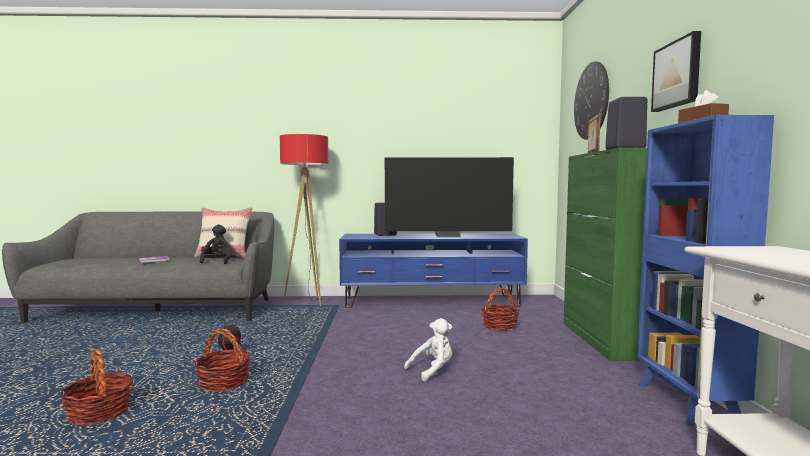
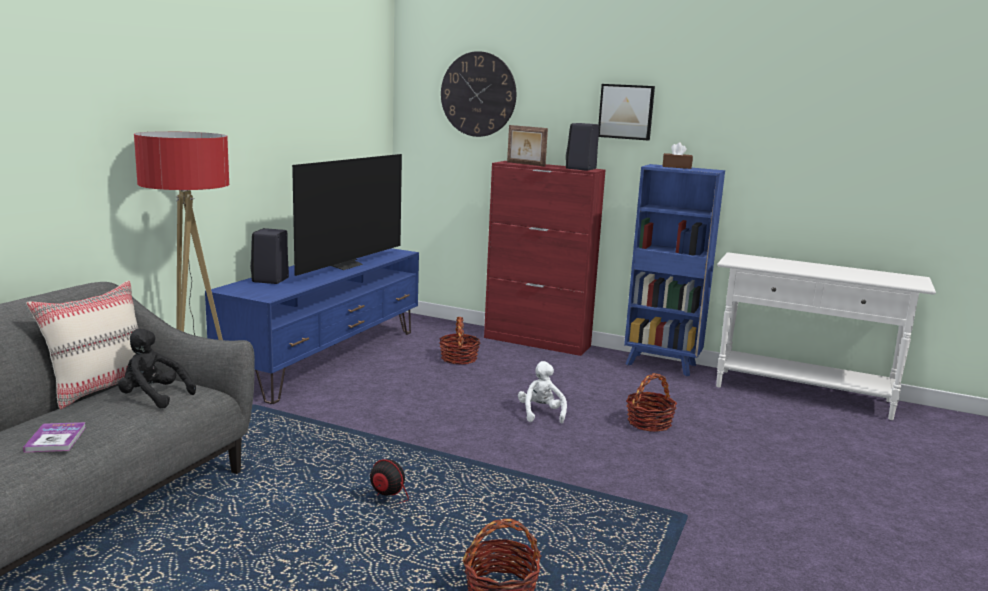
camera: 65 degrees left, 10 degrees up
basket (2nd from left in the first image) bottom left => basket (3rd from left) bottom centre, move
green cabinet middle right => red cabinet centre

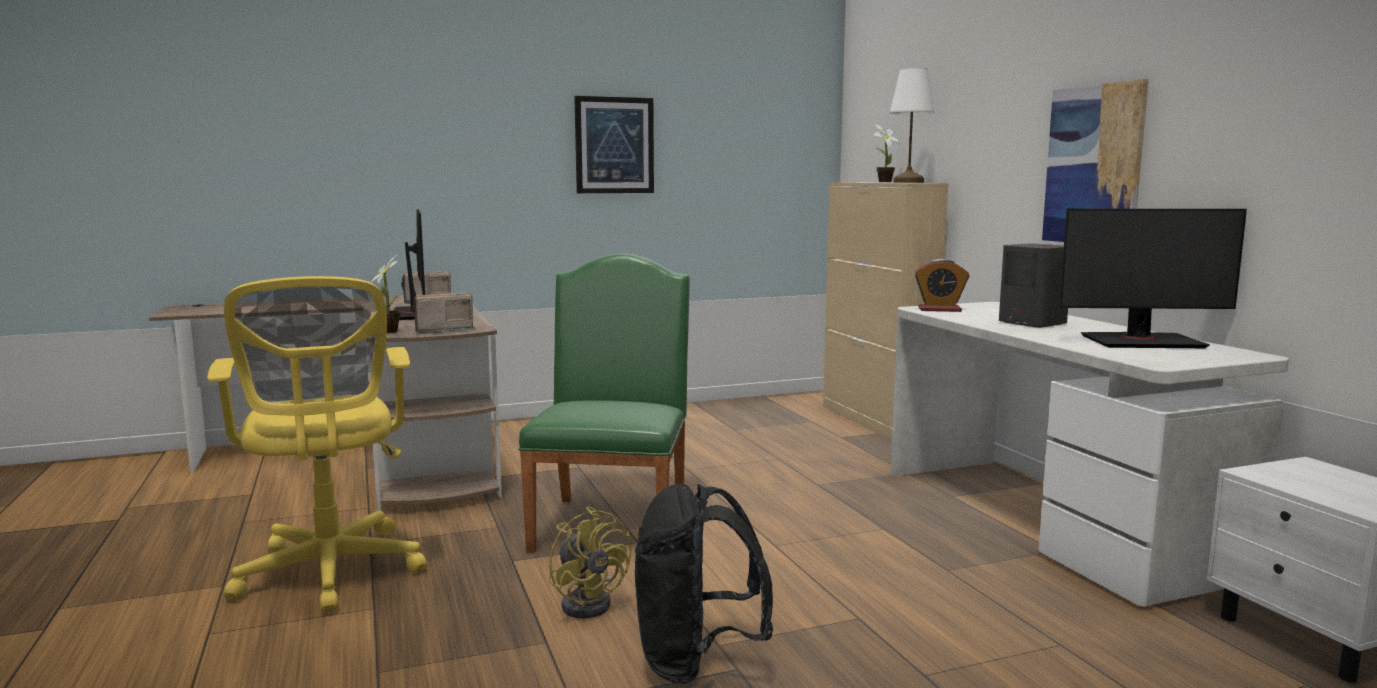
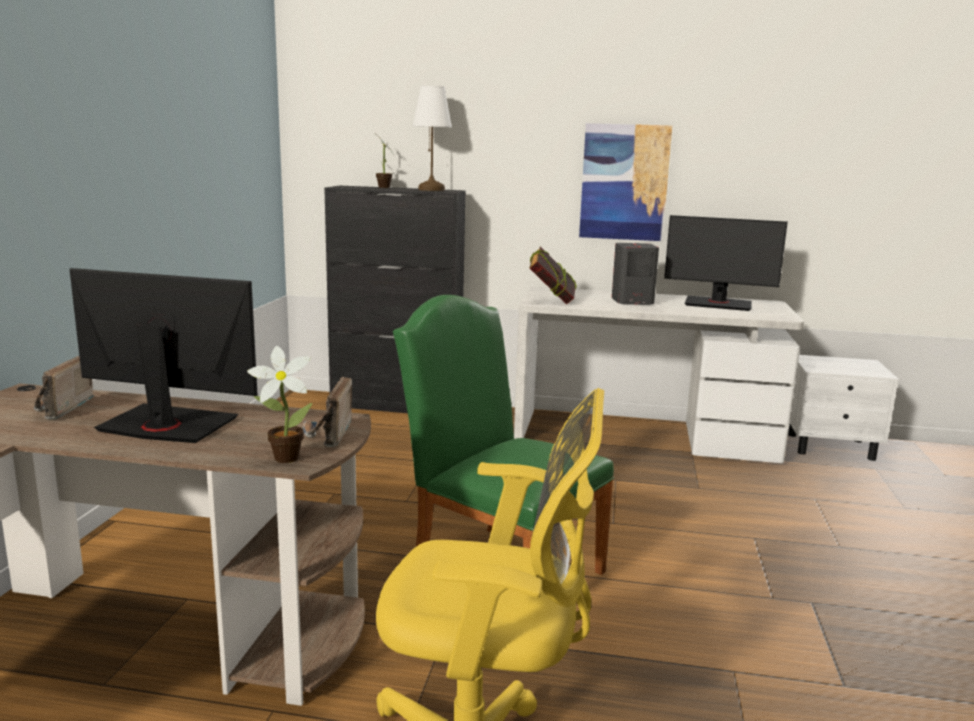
camera: 60 degrees left, 5 degrees up
yellow fan bottom centre => nothing
picture (1st from left) top centre => nothing
black backpack bottom centre => nothing
alarm clock middle right => book centre
beige cabinet centre => black cabinet centre
monitor (2nd from left) middle right, 75 degrees clockwise

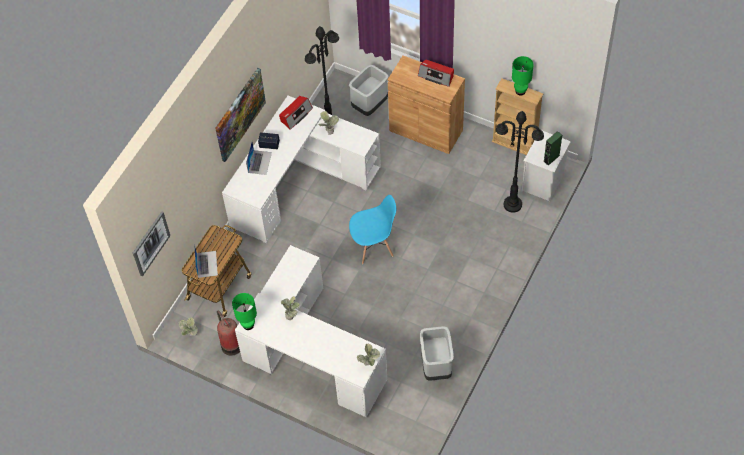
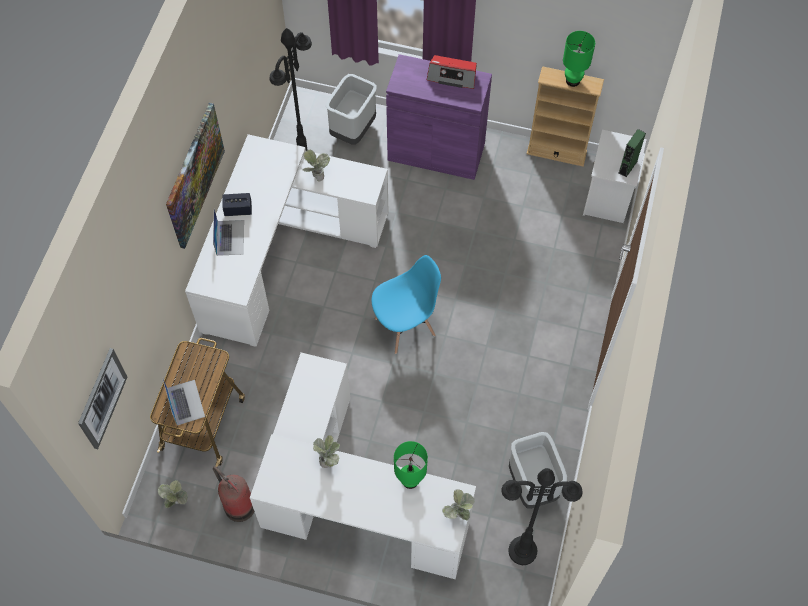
camera: 15 degrees left, 5 degrees up
radio (1st from left) top centre => nothing
green table lamp (1st from left) bottom left => green table lamp (1st from left) bottom centre, move
black floor lamp (2nd from left) middle right => black floor lamp (2nd from left) bottom right, move
brown cabinet top centre => purple cabinet top centre

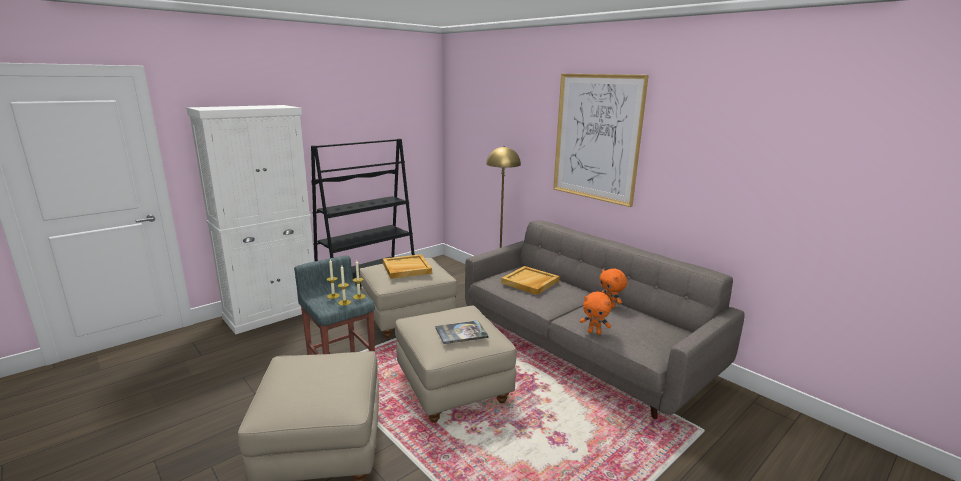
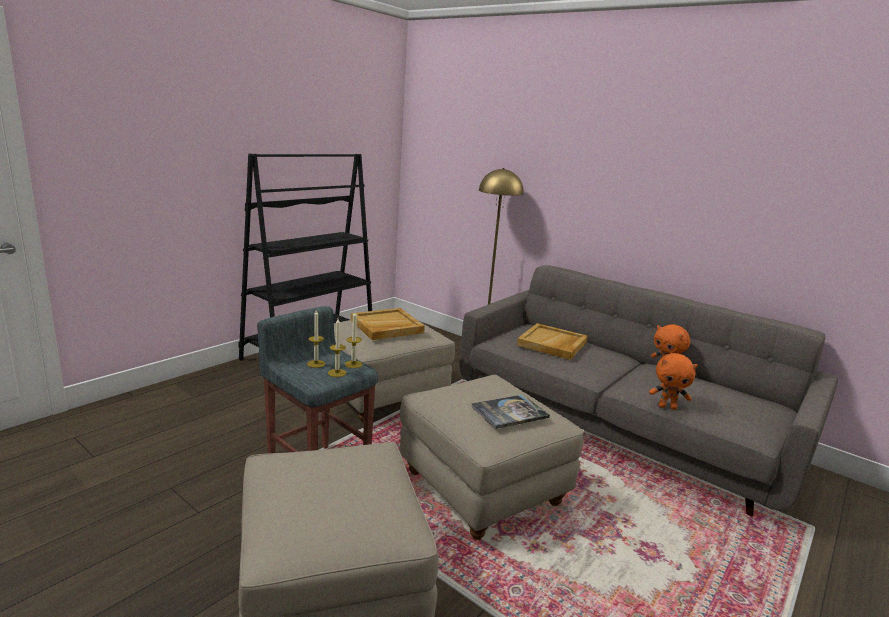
camera: 10 degrees left, 0 degrees up
white cabinet middle left => nothing
picture top centre => nothing

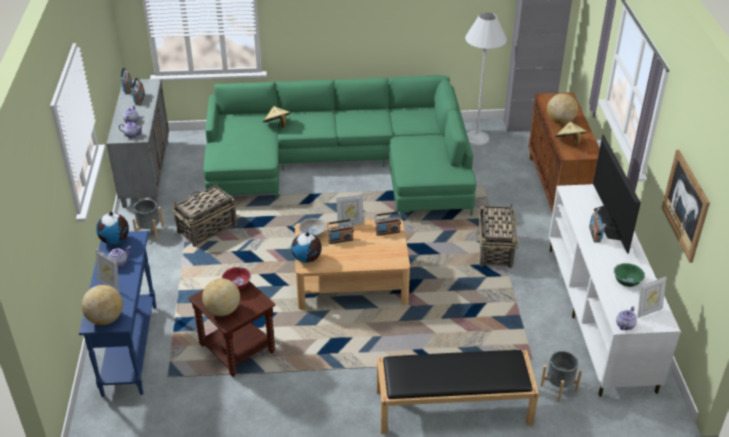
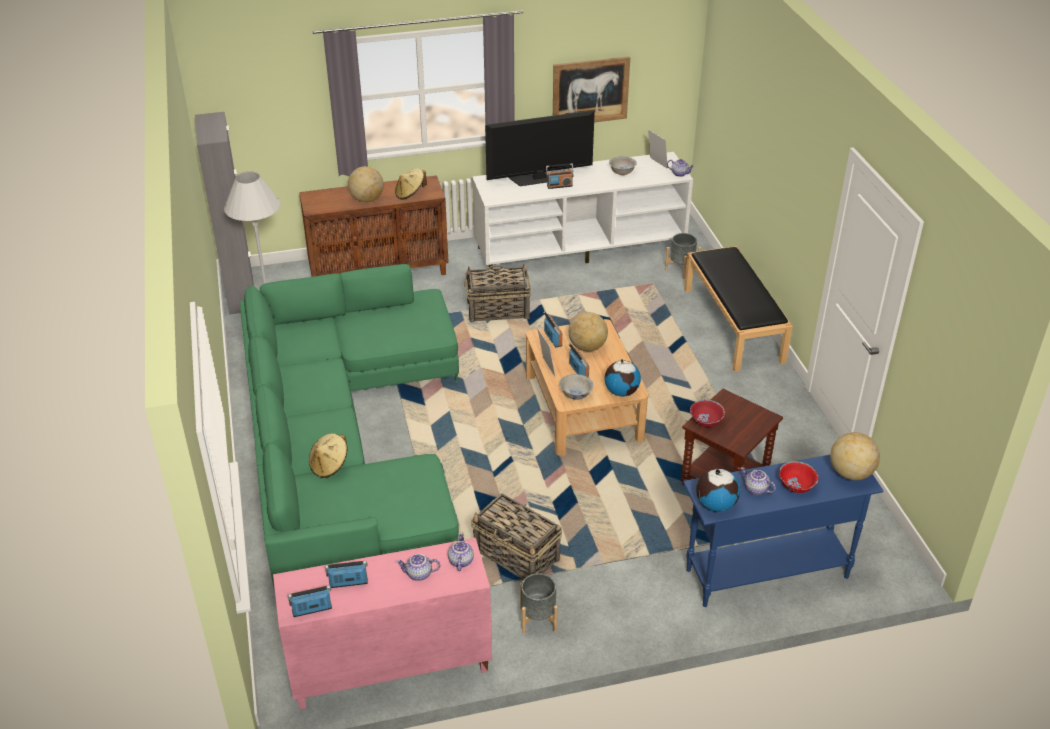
camera: 100 degrees left, 0 degrees up
globe (3rd from left in the first image) bottom left => globe (2nd from left) centre, move
picture frame (1st from left) middle left => red bowl (2nd from left) middle right
grey cabinet (1st from left) top left => pink cabinet bottom centre
green bowl middle right => white bowl (2nd from left) top centre

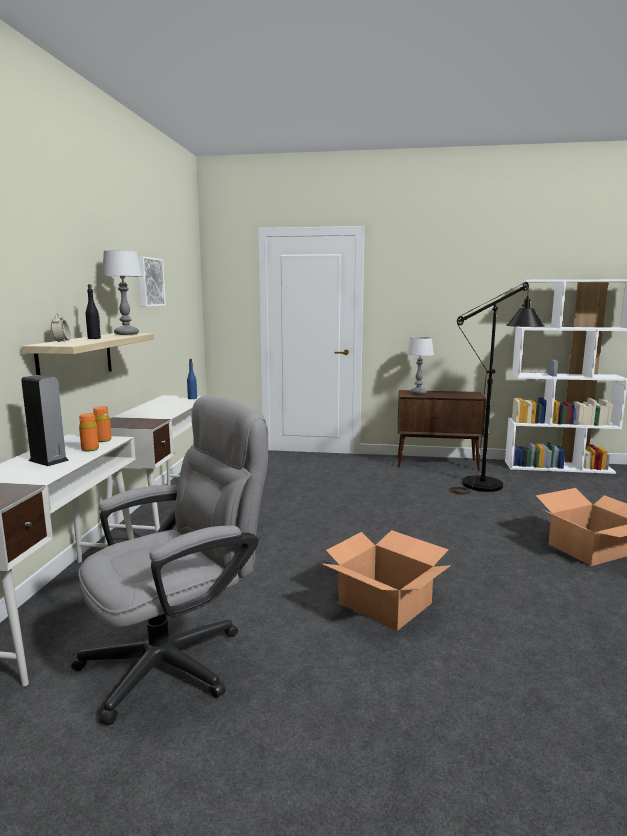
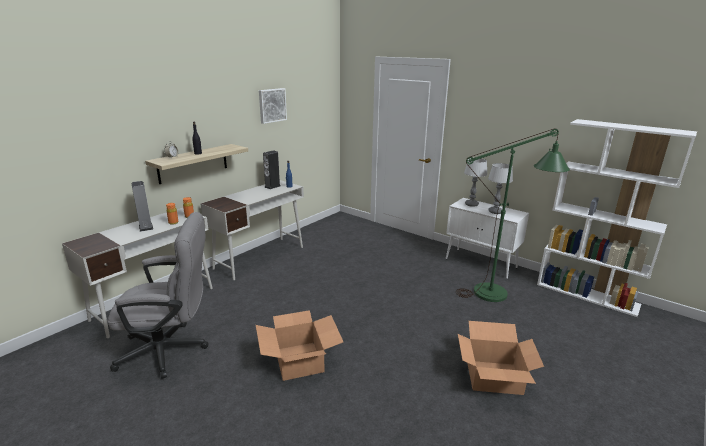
camera: 30 degrees right, 10 degrees up
nothing => speaker (2nd from left) centre
table lamp (1st from left in the first image) middle left => table lamp (2nd from left) middle right, move
brown cabinet middle right => white cabinet middle right
black floor lamp middle right => green floor lamp middle right

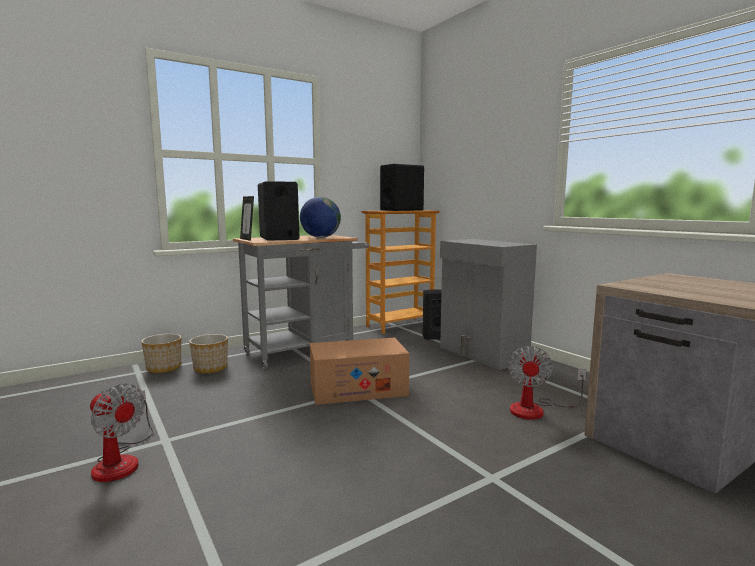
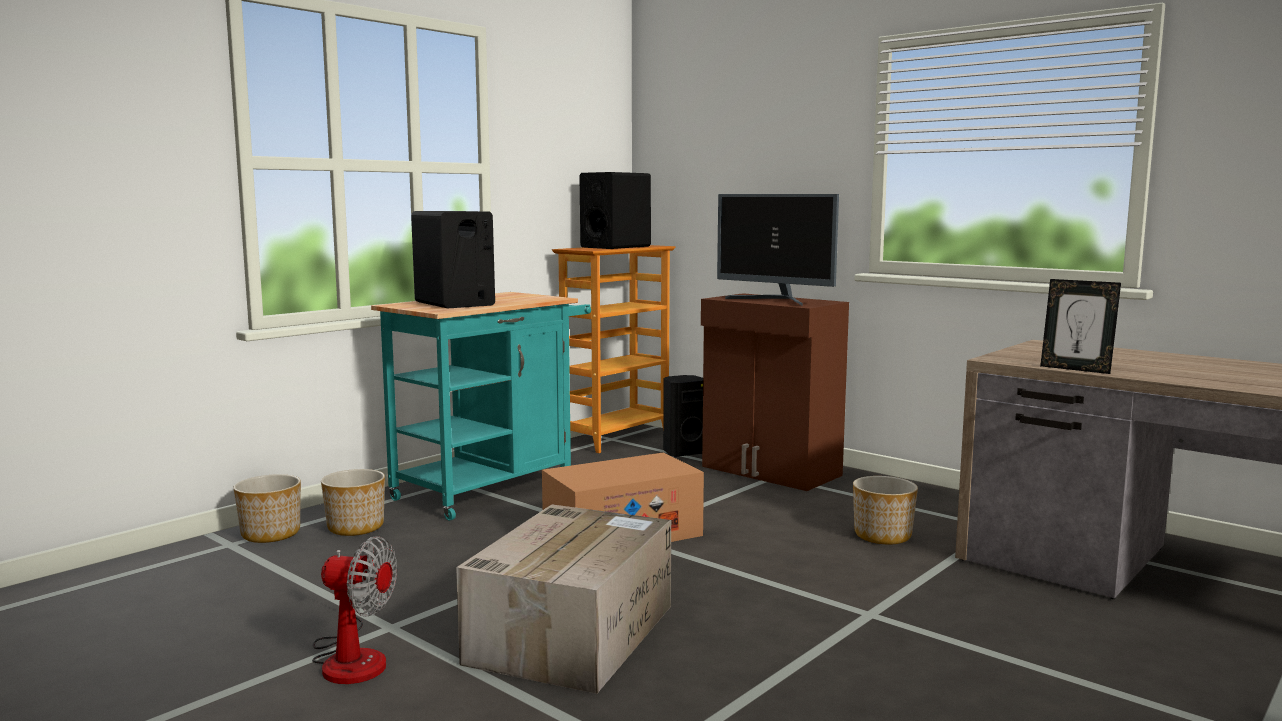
camera: 15 degrees left, 0 degrees up
globe centre => nothing
nothing => cardboard box (1st from left) bottom centre
nothing => monitor centre
picture frame middle left => picture frame middle right, move
fan (2nd from left) bottom right => planter (3rd from left) bottom right
grey cart centre => turquoise cart centre
grey cabinet centre => brown cabinet centre

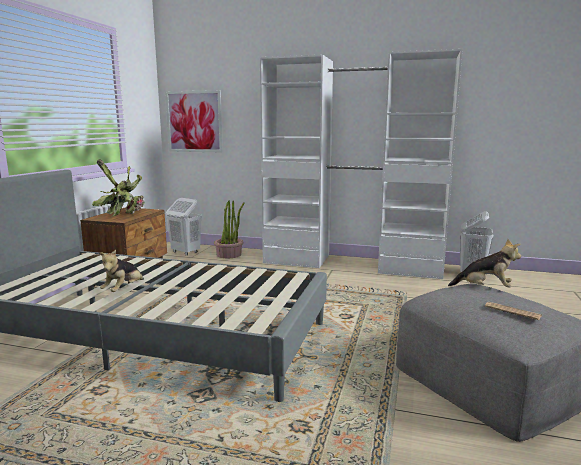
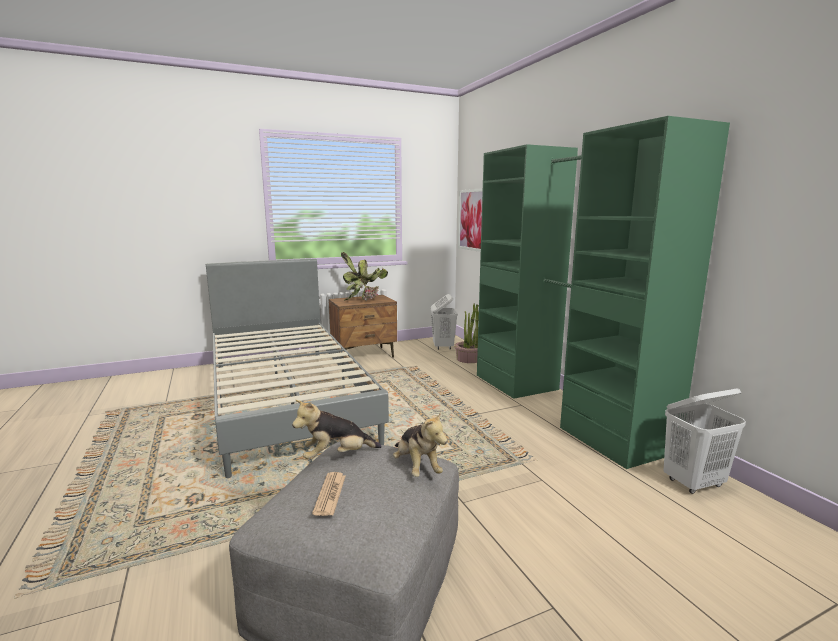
camera: 50 degrees right, 0 degrees up
plush toy (1st from left) middle left => plush toy (1st from left) bottom centre, move
white wardrobe centre => green wardrobe middle right

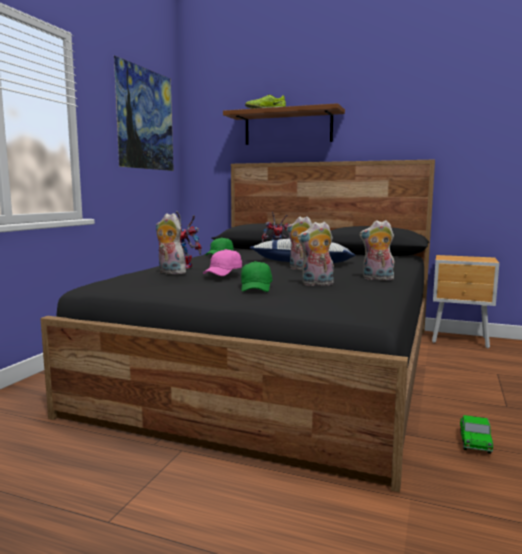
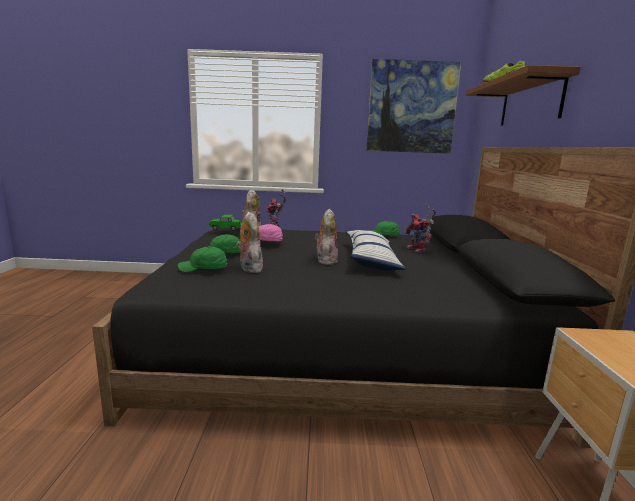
camera: 70 degrees right, 5 degrees up
plush toy (4th from left) middle right => nothing
nothing => green cap (1st from left) middle left
toy car bottom right => toy car centre, move

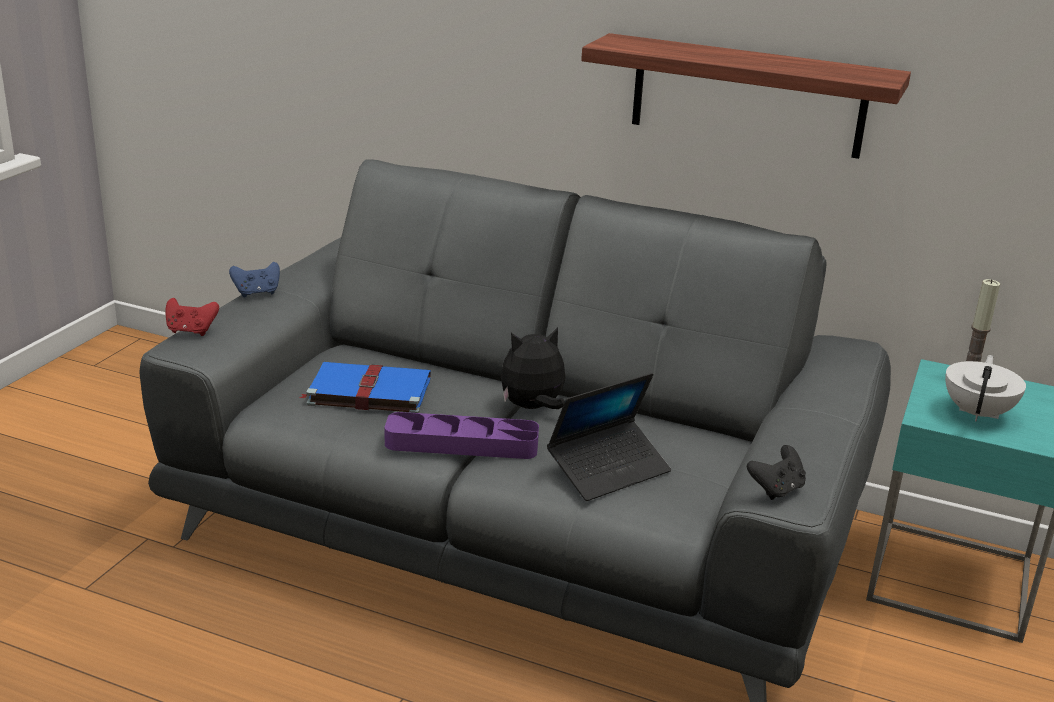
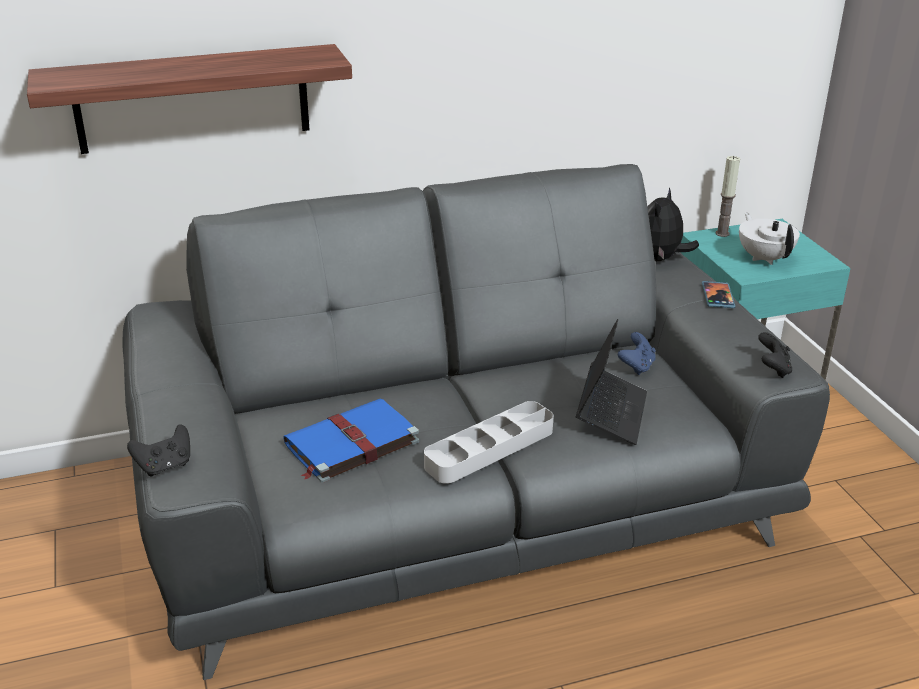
camera: 40 degrees left, 5 degrees up
nothing => phone middle right
blue game controller middle left => blue game controller middle right, move
plush toy centre => plush toy top right, move
shelf top right => shelf top left, move
red game controller middle left => black game controller (1st from left) middle left
purple tray centre => grey tray centre

